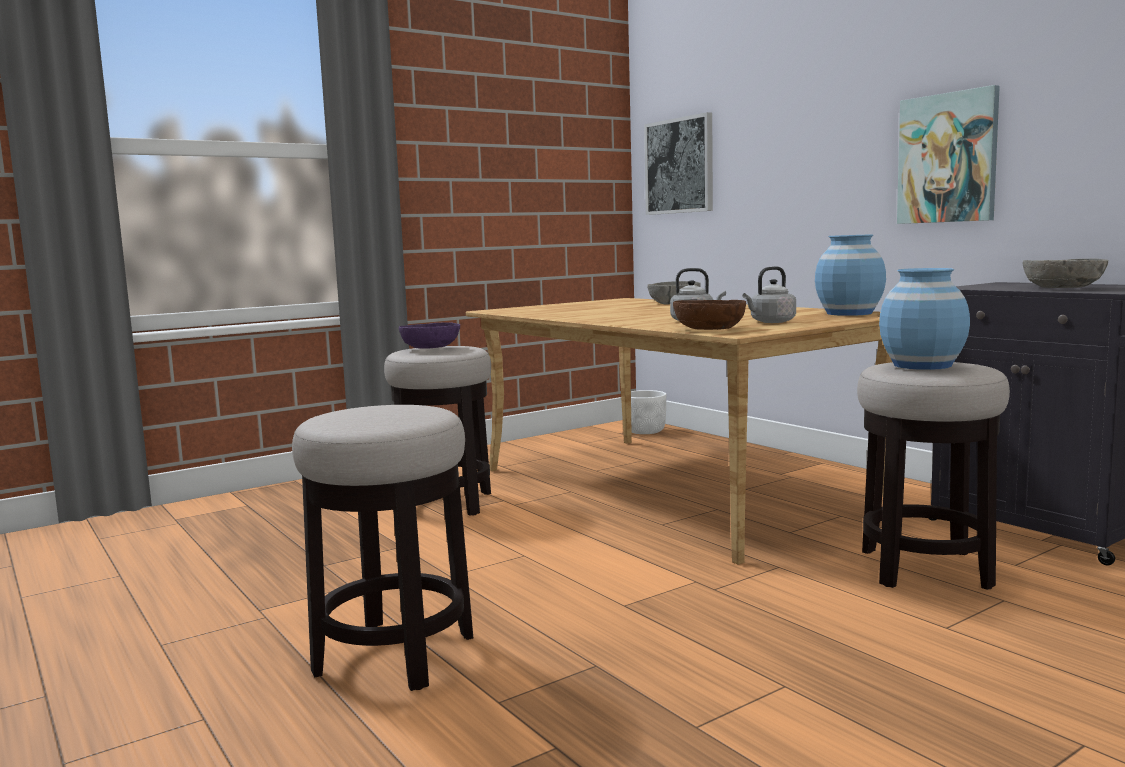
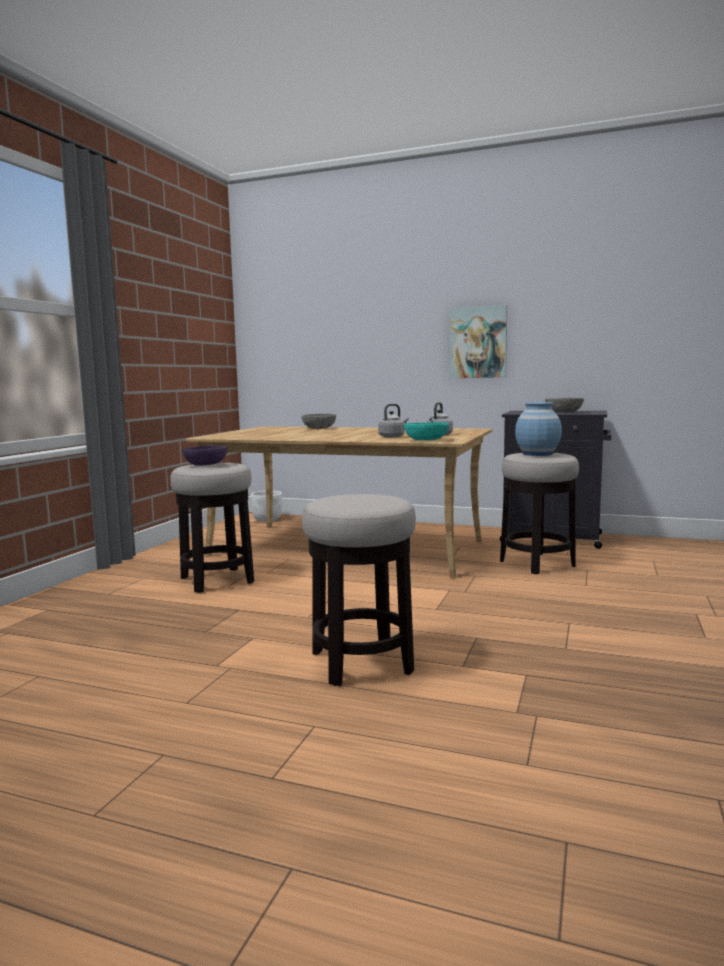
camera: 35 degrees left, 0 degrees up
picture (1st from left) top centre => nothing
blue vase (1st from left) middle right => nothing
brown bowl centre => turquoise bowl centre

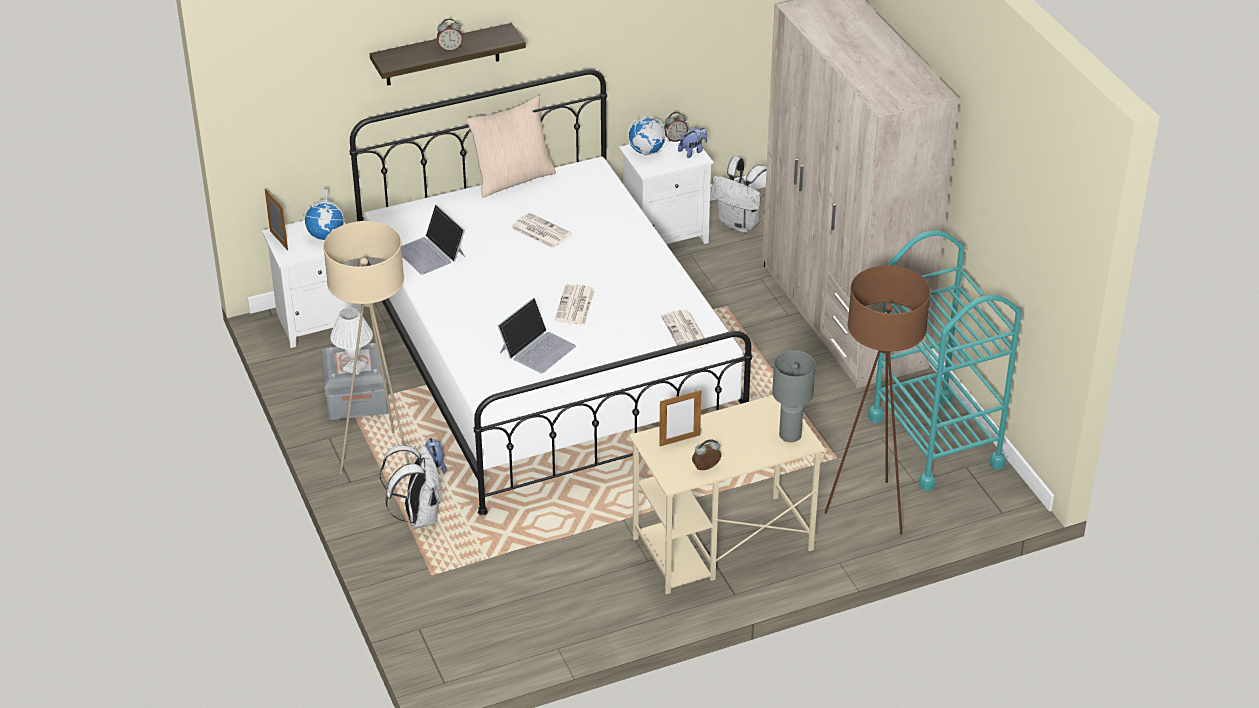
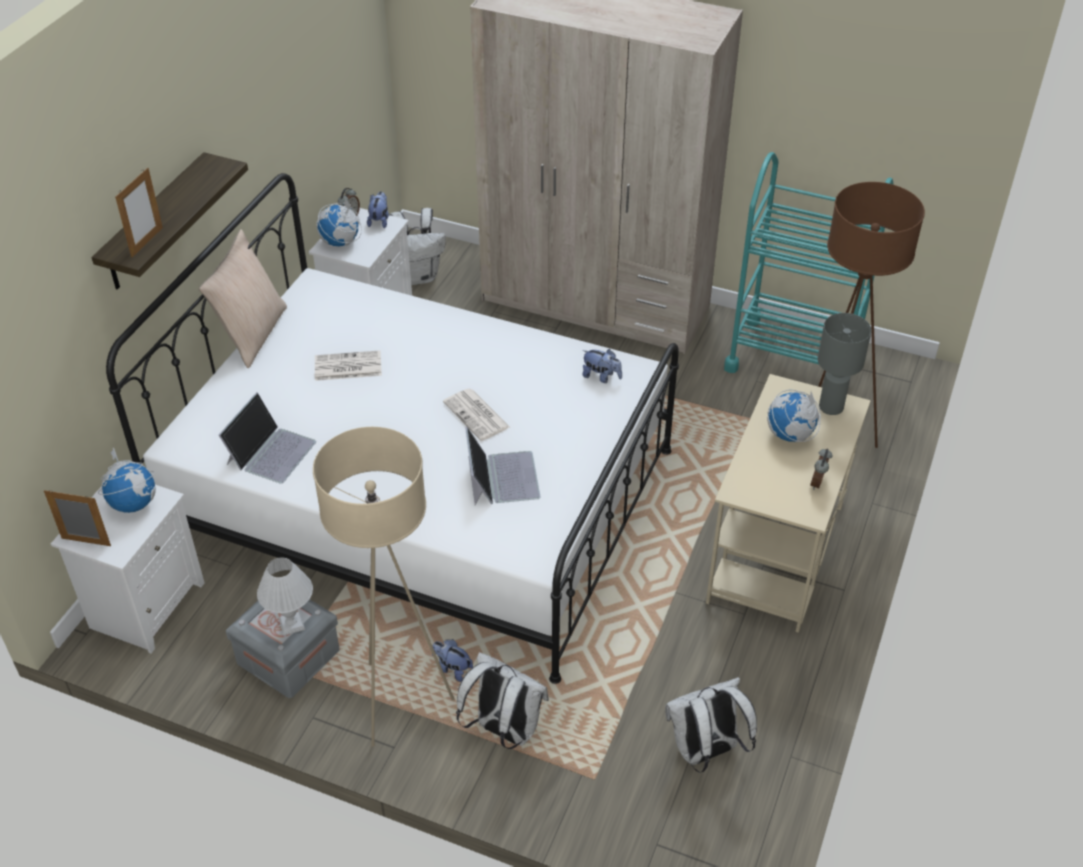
camera: 45 degrees left, 5 degrees up
alarm clock (1st from left) top centre => nothing
nothing => white backpack (3rd from left) bottom centre
nothing => globe (3rd from left) middle right
picture frame (2nd from left) centre => picture frame (2nd from left) top left, move
newspaper (3rd from left) centre => plush toy (3rd from left) centre
laptop (1st from left) centre => laptop (1st from left) middle left, 75 degrees counterclockwise

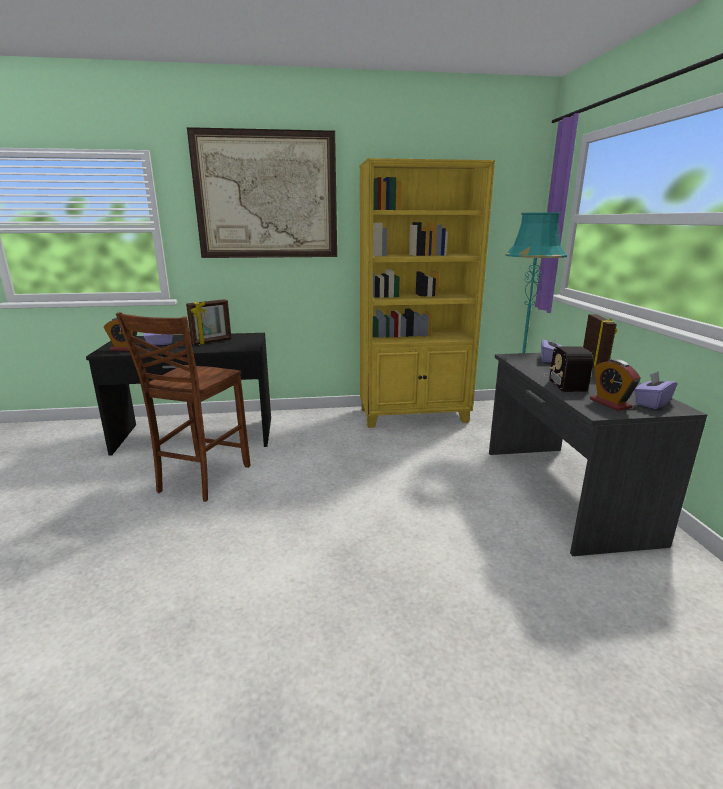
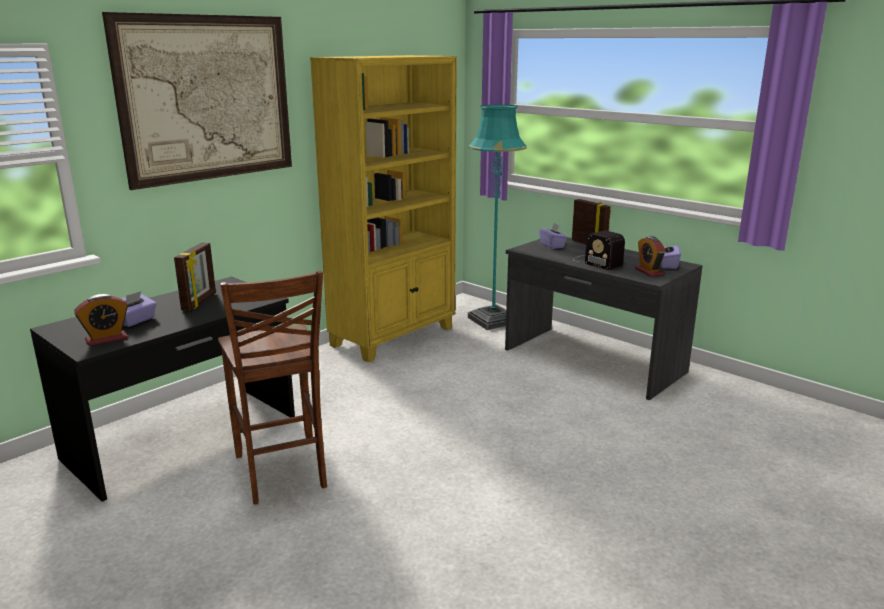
camera: 40 degrees left, 0 degrees up
alarm clock (2nd from left) middle right, 45 degrees clockwise

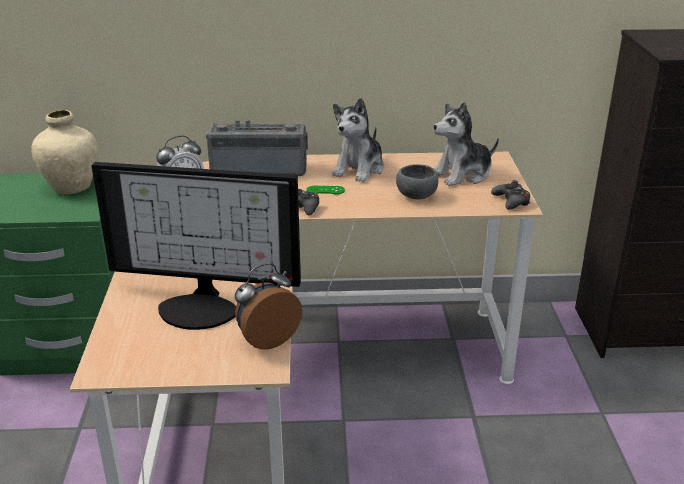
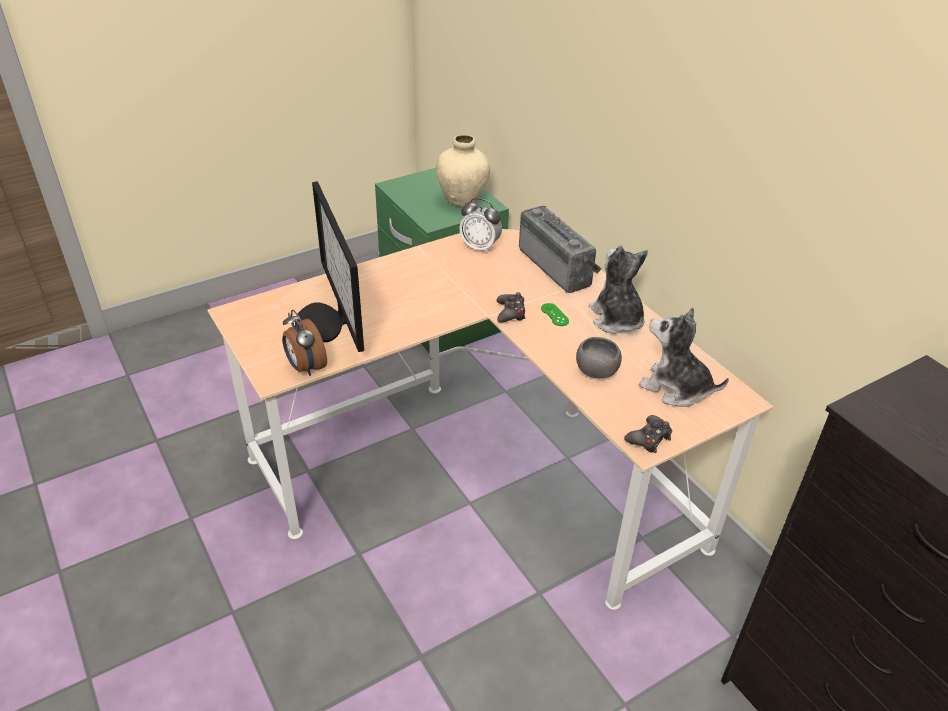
camera: 60 degrees right, 10 degrees up
alarm clock (2nd from left in the first image) centre => alarm clock (1st from left) middle left, 150 degrees counterclockwise
plush toy (1st from left) top centre => plush toy (1st from left) centre, 75 degrees clockwise

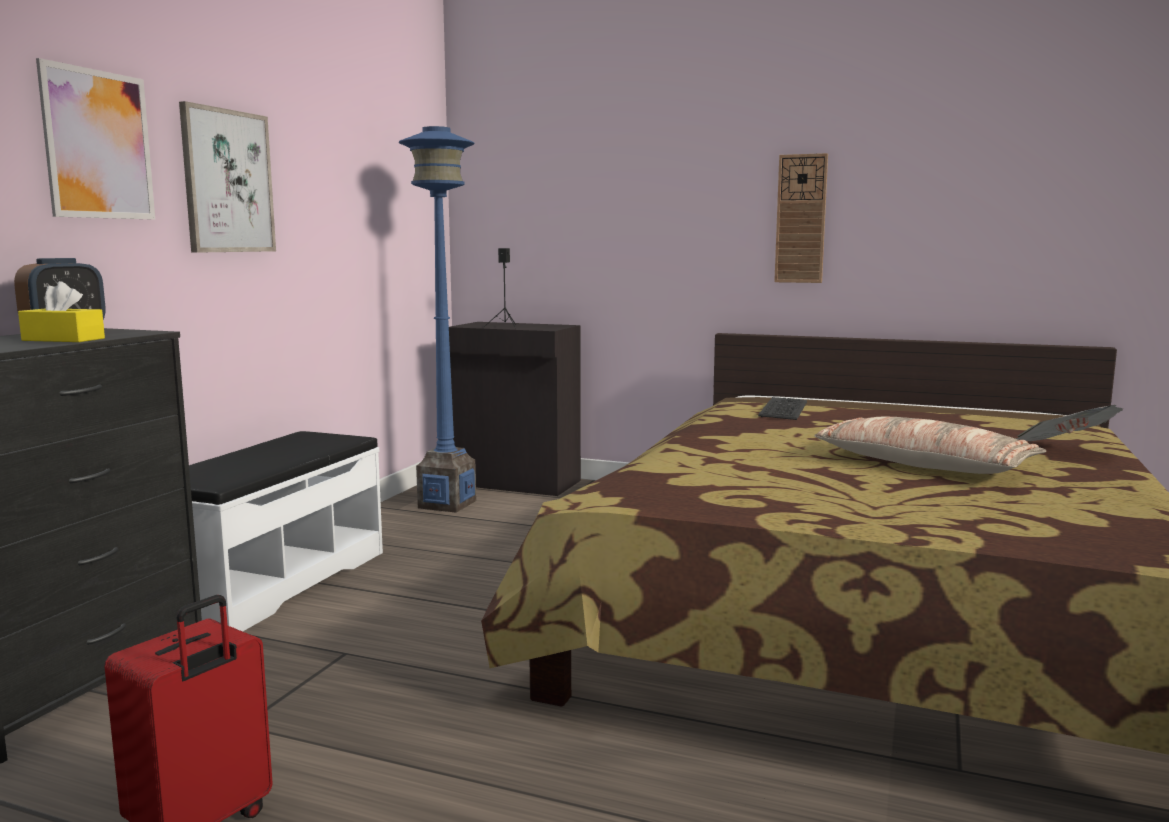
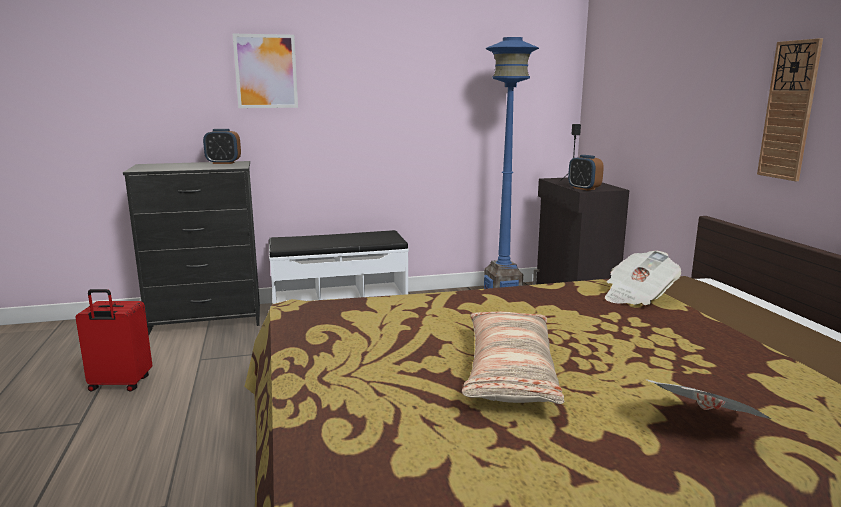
camera: 55 degrees right, 5 degrees up
yellow tissue box middle left => nothing
picture (2nd from left) top left => nothing
nothing => alarm clock (2nd from left) middle right
keyboard middle right => newspaper (1st from left) middle right

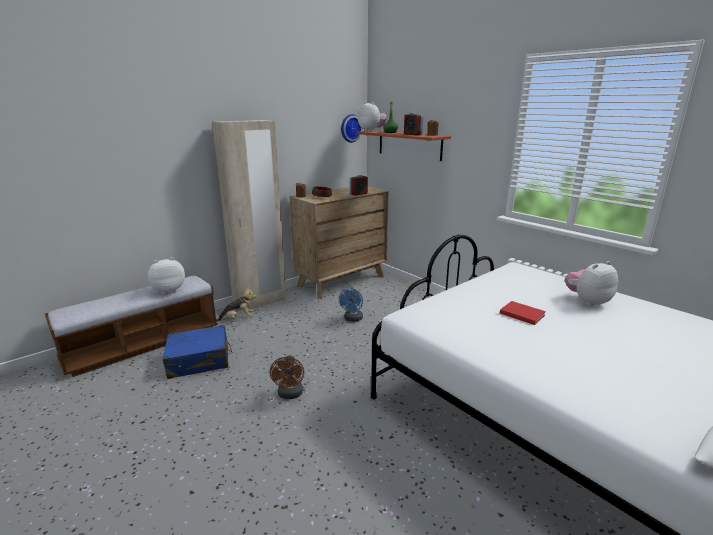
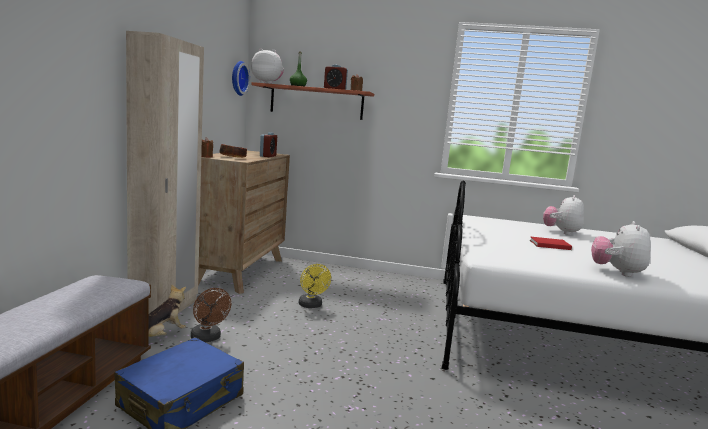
camera: 40 degrees left, 10 degrees down
plush toy (1st from left in the first image) middle left => plush toy (4th from left) middle right, move
brown fan bottom centre => brown fan bottom left, move
blue fan centre => yellow fan bottom centre

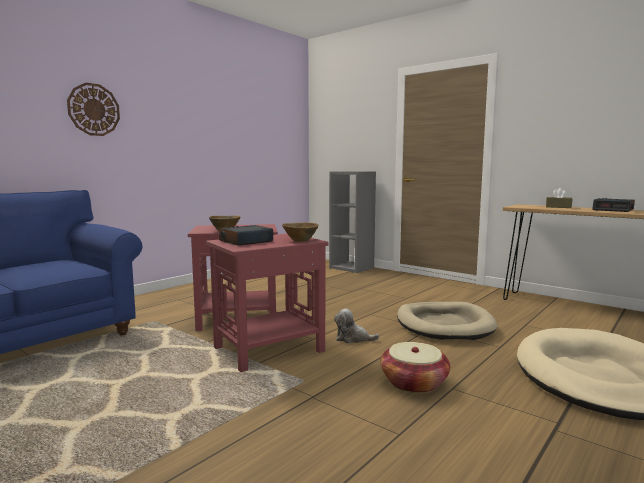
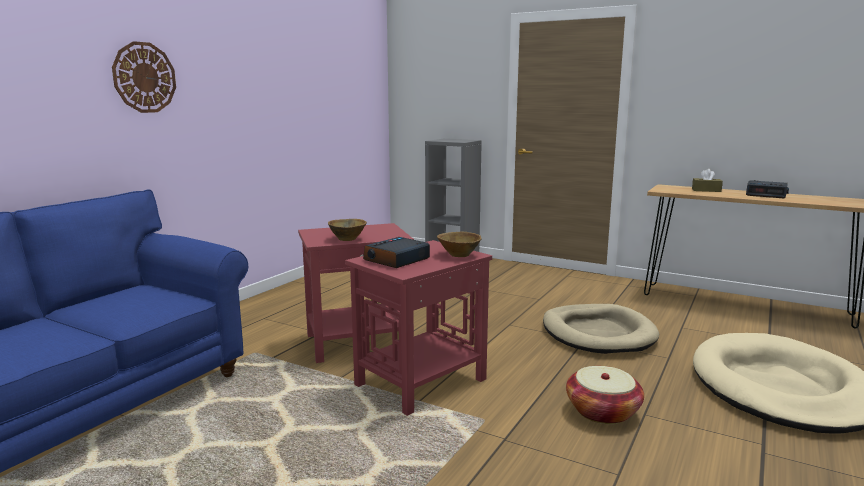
camera: 10 degrees left, 5 degrees up
plush toy bottom centre => nothing

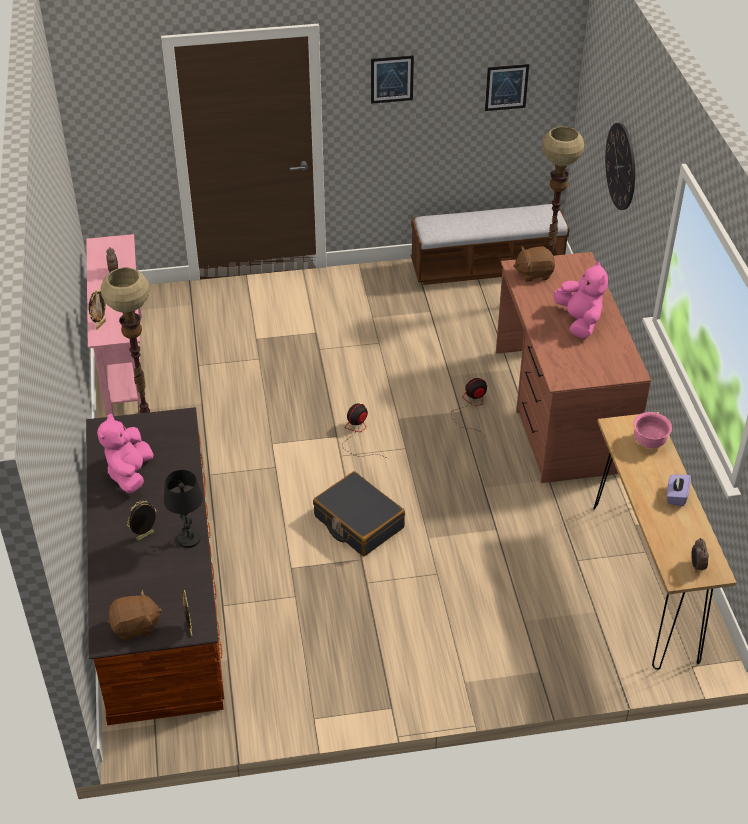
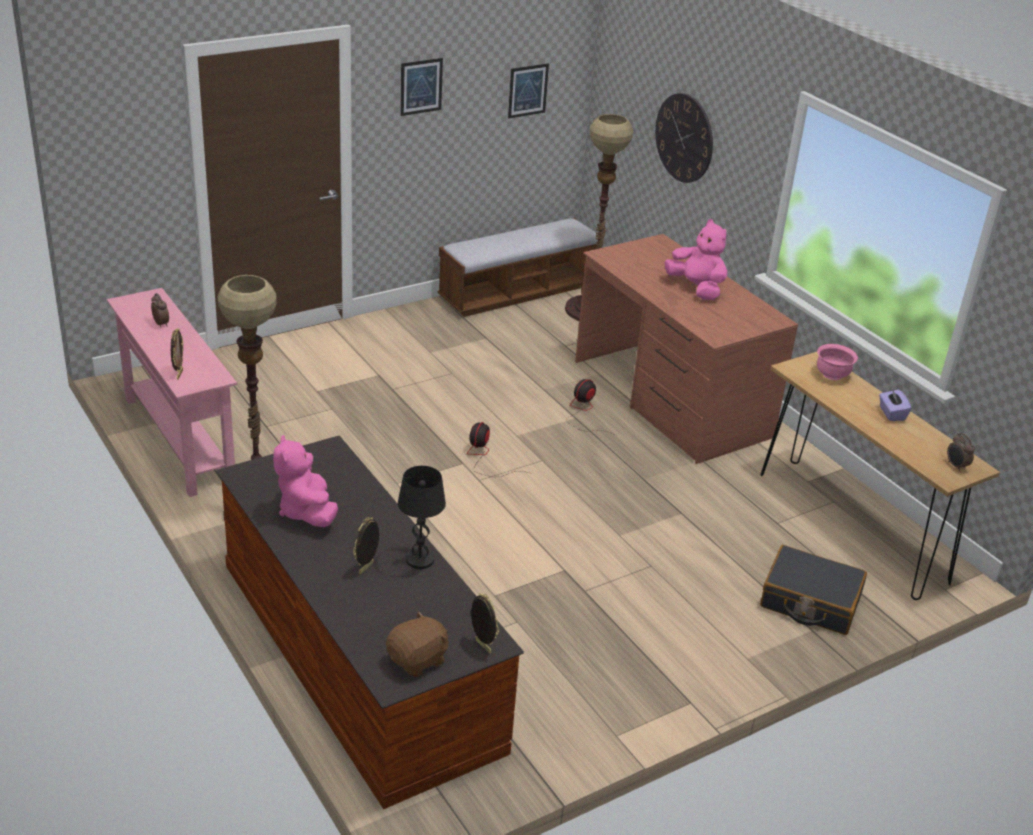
camera: 25 degrees left, 10 degrees down
brown plush toy (2nd from left) top right => nothing
black suitcase centre => black suitcase bottom right, move

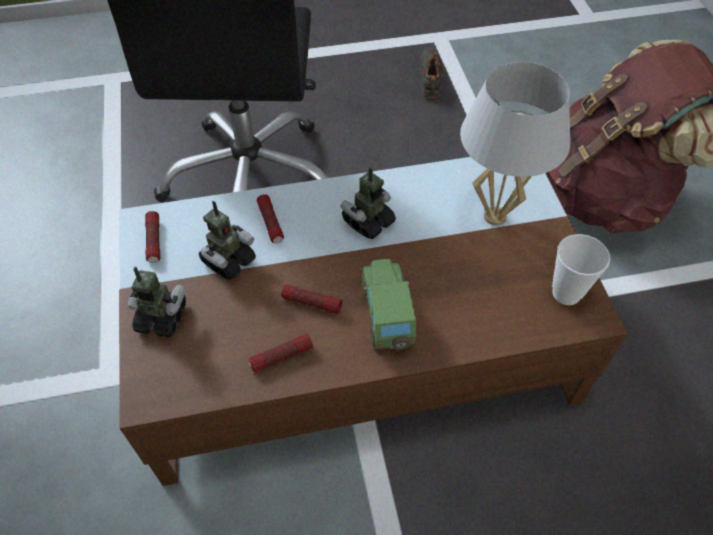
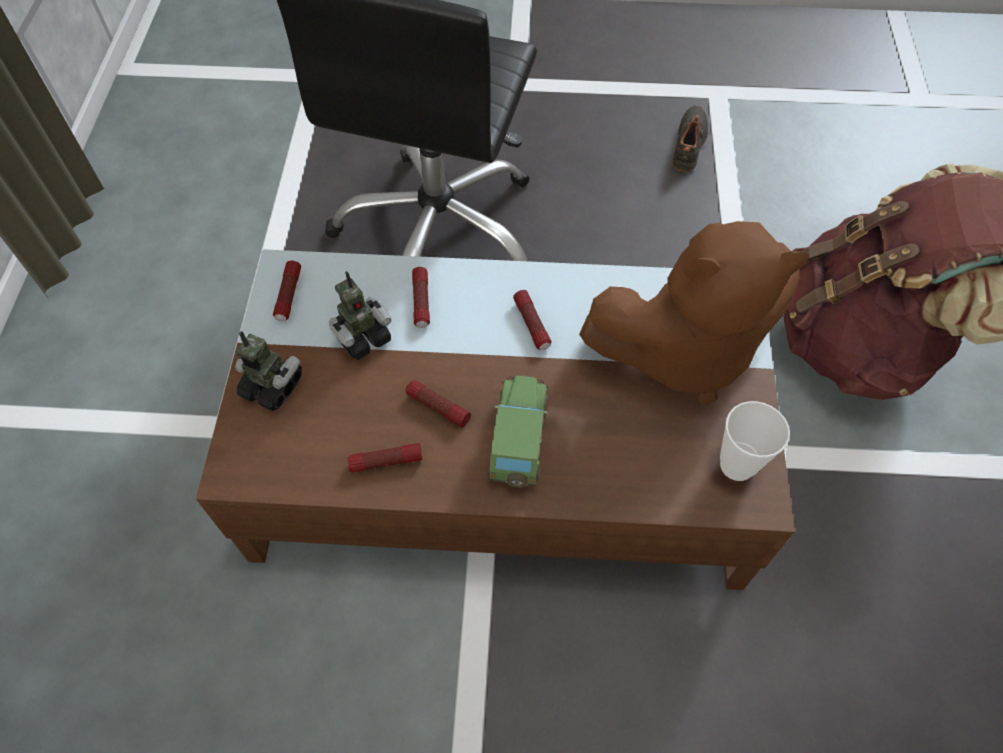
camera: 15 degrees right, 5 degrees up
toy robot (3rd from left) centre => flashlight (5th from left) centre
white table lamp top right => brown plush toy middle right

